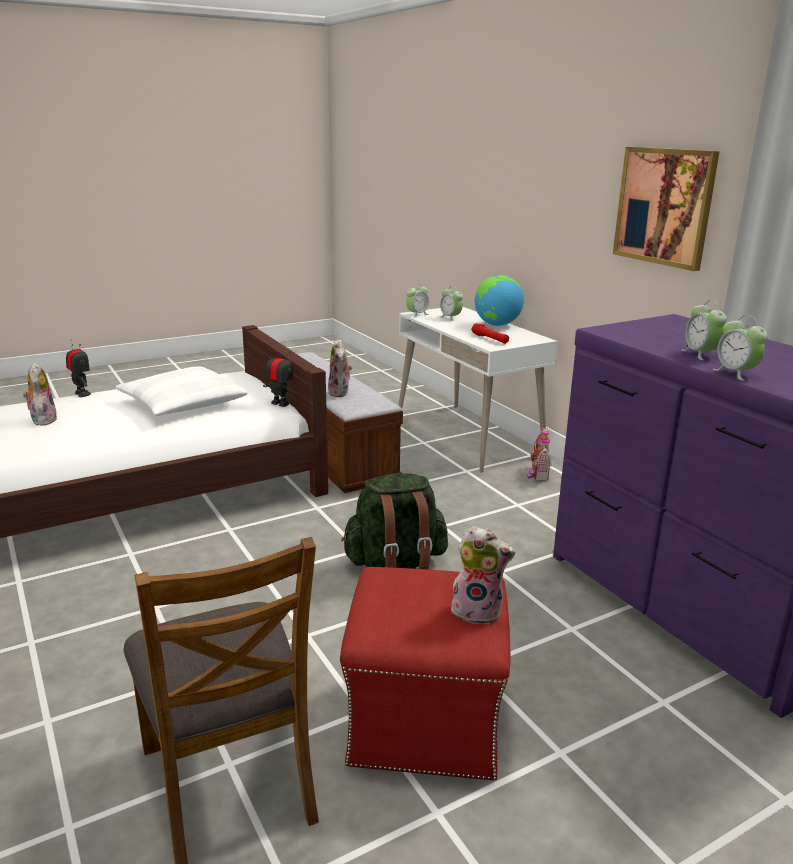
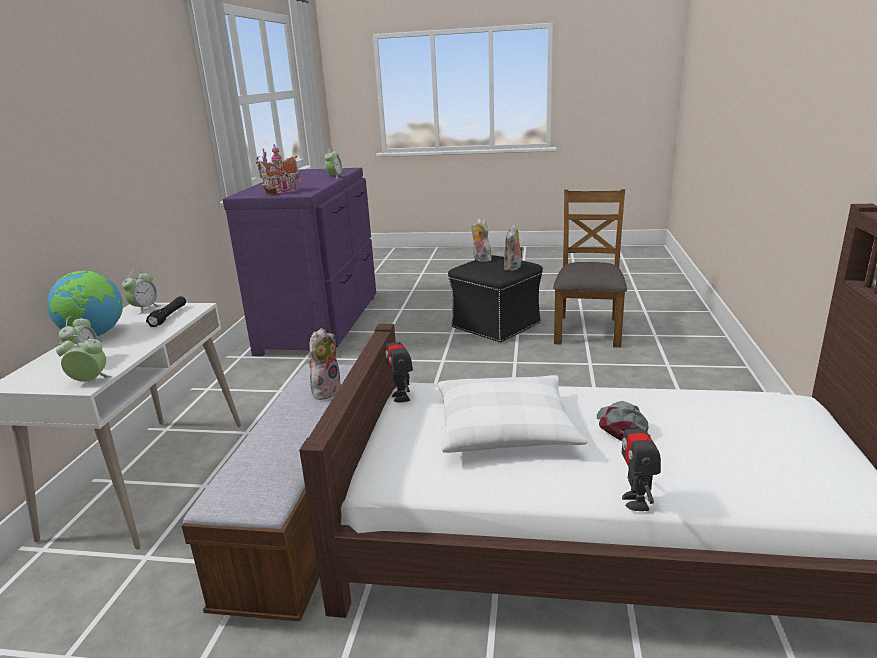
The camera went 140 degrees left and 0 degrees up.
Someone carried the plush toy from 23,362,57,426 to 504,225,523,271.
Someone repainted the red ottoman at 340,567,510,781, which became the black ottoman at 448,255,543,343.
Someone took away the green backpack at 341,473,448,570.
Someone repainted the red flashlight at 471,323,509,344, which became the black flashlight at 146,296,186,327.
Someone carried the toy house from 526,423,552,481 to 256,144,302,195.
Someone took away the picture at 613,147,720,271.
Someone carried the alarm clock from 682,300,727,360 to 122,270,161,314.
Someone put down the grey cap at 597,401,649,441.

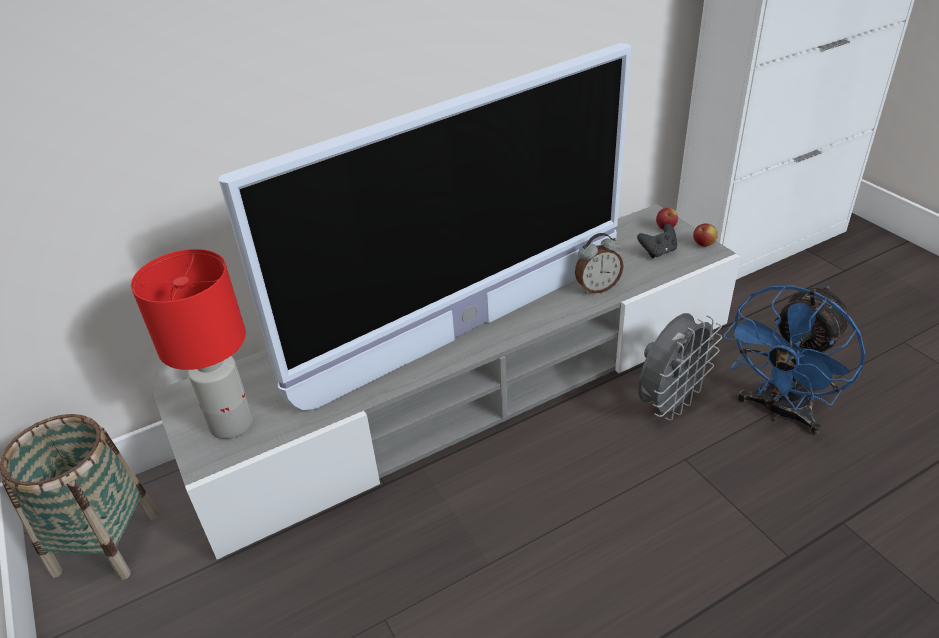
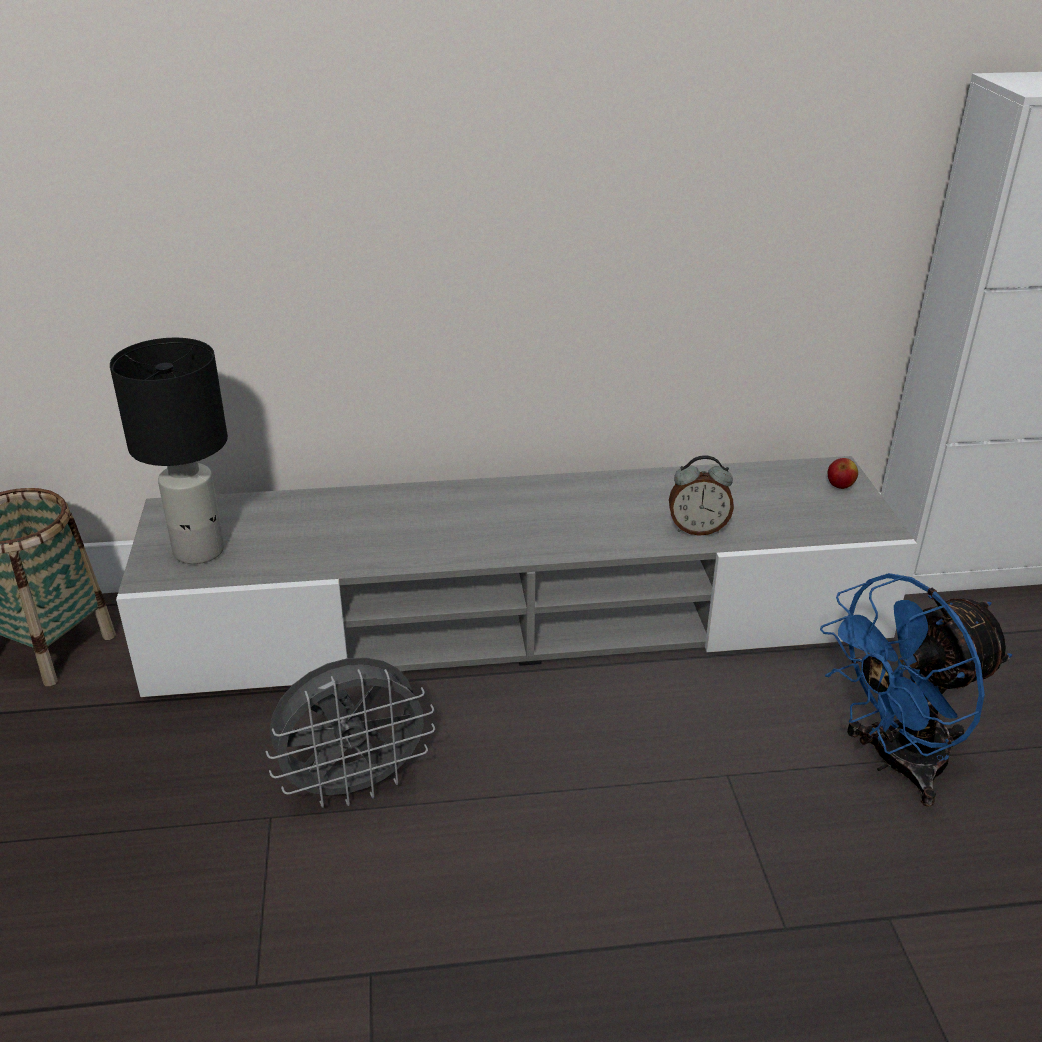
The camera went 20 degrees right and 5 degrees down.
Someone repainted the red table lamp at 131,249,253,439, which became the black table lamp at 110,338,228,564.
Someone took away the television at 219,43,631,410.
Someone took away the black game controller at 637,223,677,258.
Someone carried the grey fan from 638,313,722,421 to 266,657,435,808.
Someone took away the apple at 693,223,718,247.

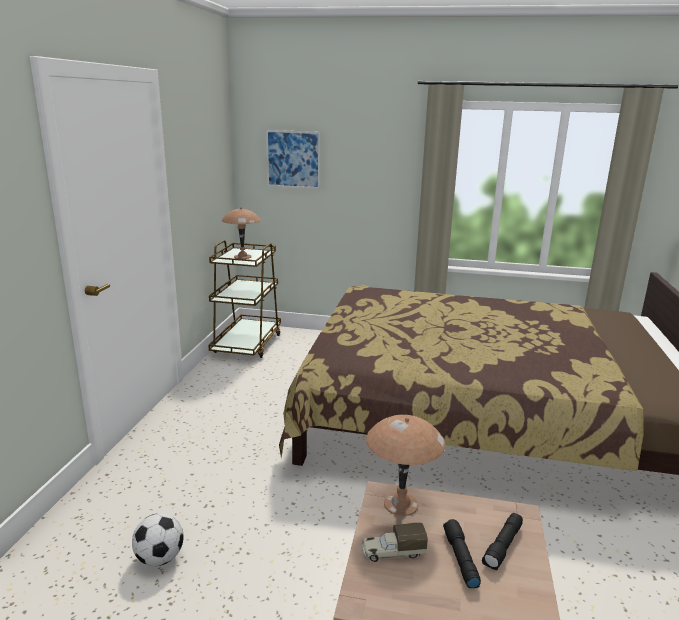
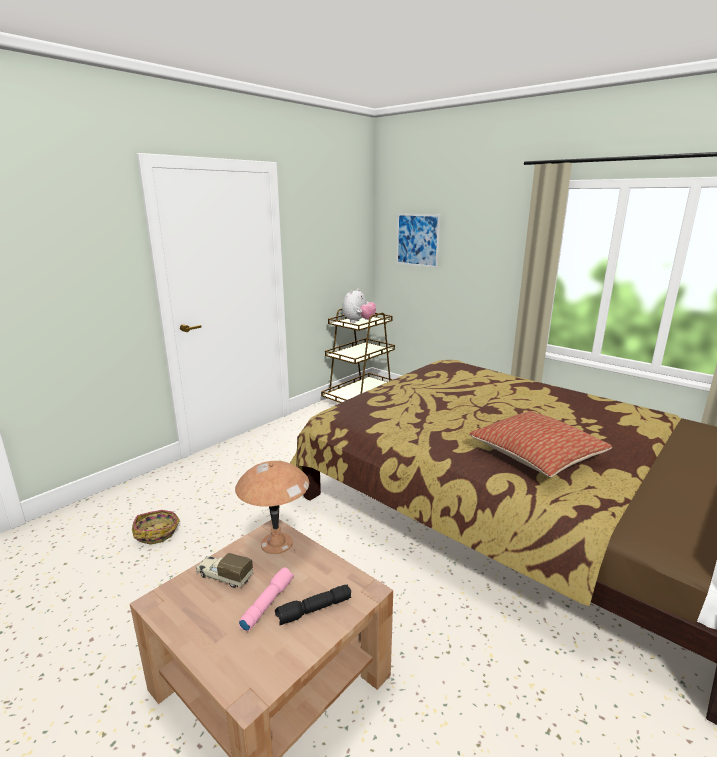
The camera went 30 degrees right and 0 degrees up.
Someone swapped the football at 132,513,184,566 for the basket at 132,510,180,545.
Someone swapped the brown table lamp at 222,207,261,259 for the plush toy at 342,289,376,323.
Someone repainted the black flashlight at 443,519,481,588, which became the pink flashlight at 239,568,294,632.
Someone put down the pillow at 469,411,612,477.

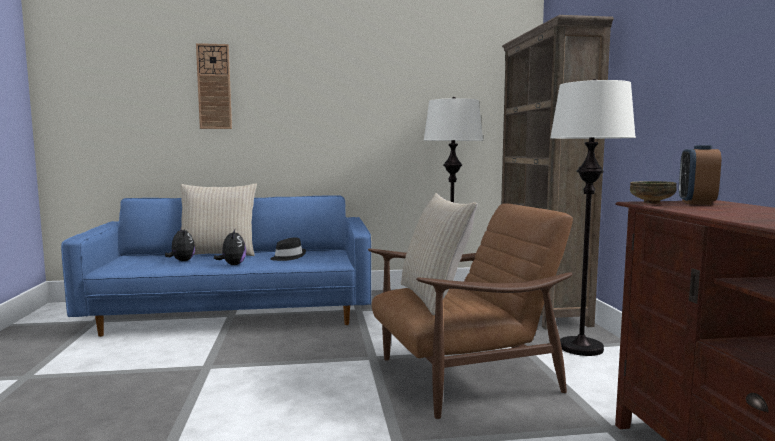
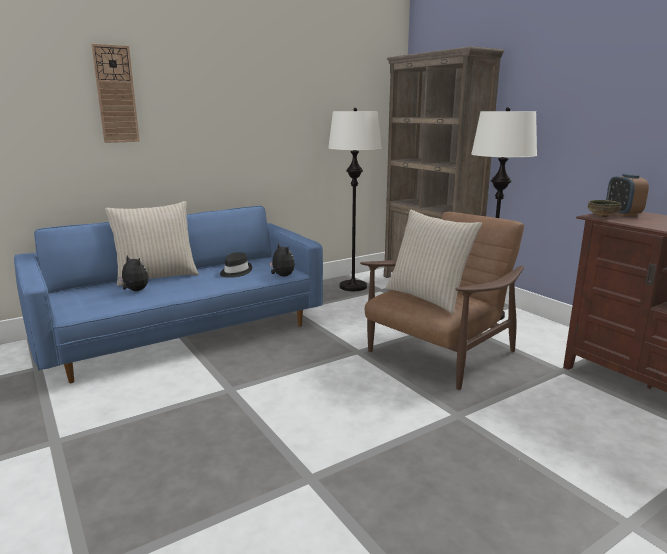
The camera went 25 degrees left and 10 degrees up.
Someone carried the plush toy from 214,229,246,265 to 269,243,295,277.

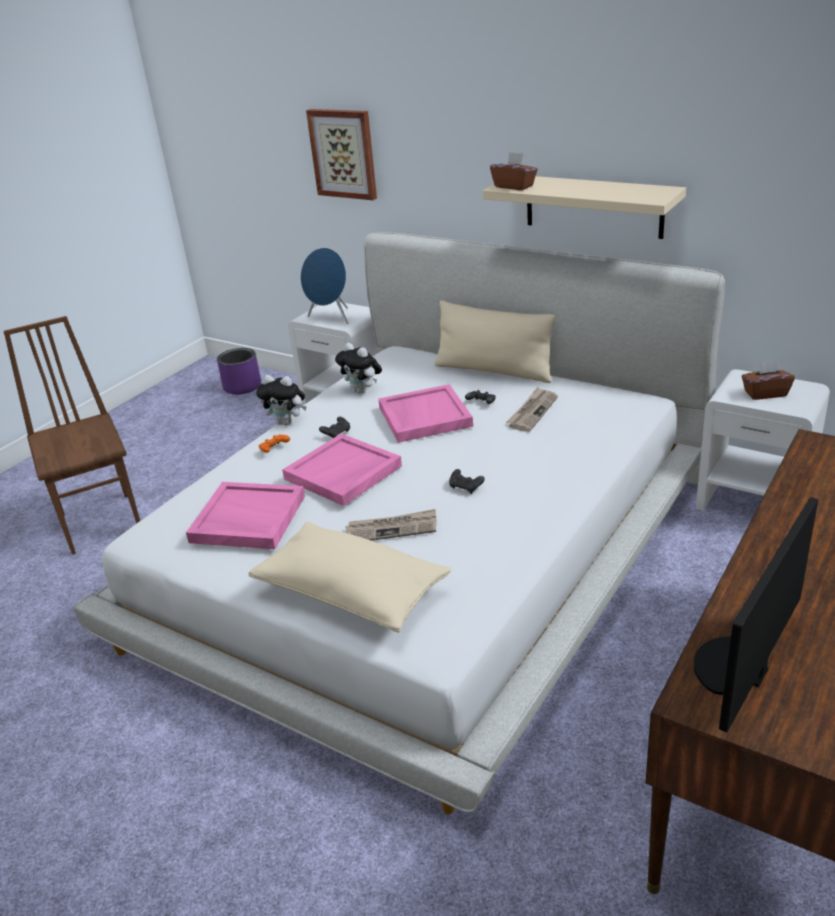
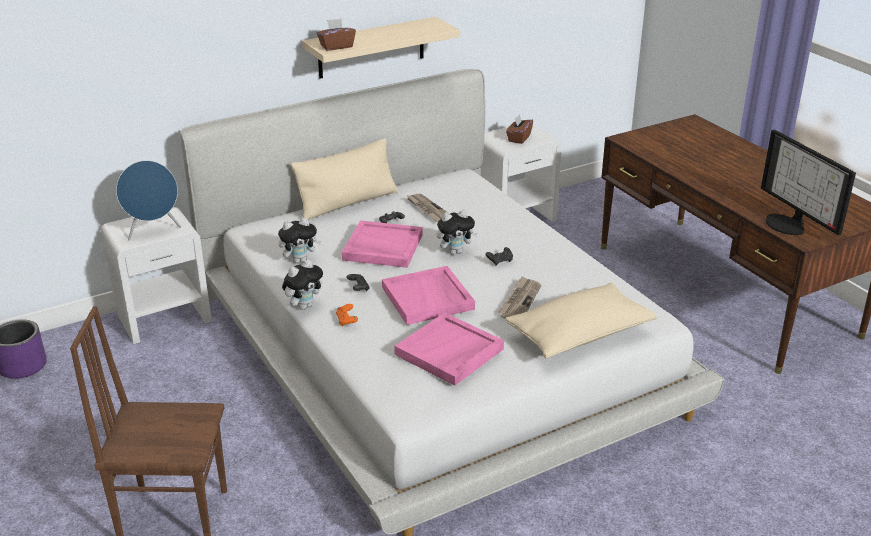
The camera went 65 degrees left and 0 degrees up.
Someone took away the picture at 306,109,377,200.
Someone put down the plush toy at 437,210,478,255.

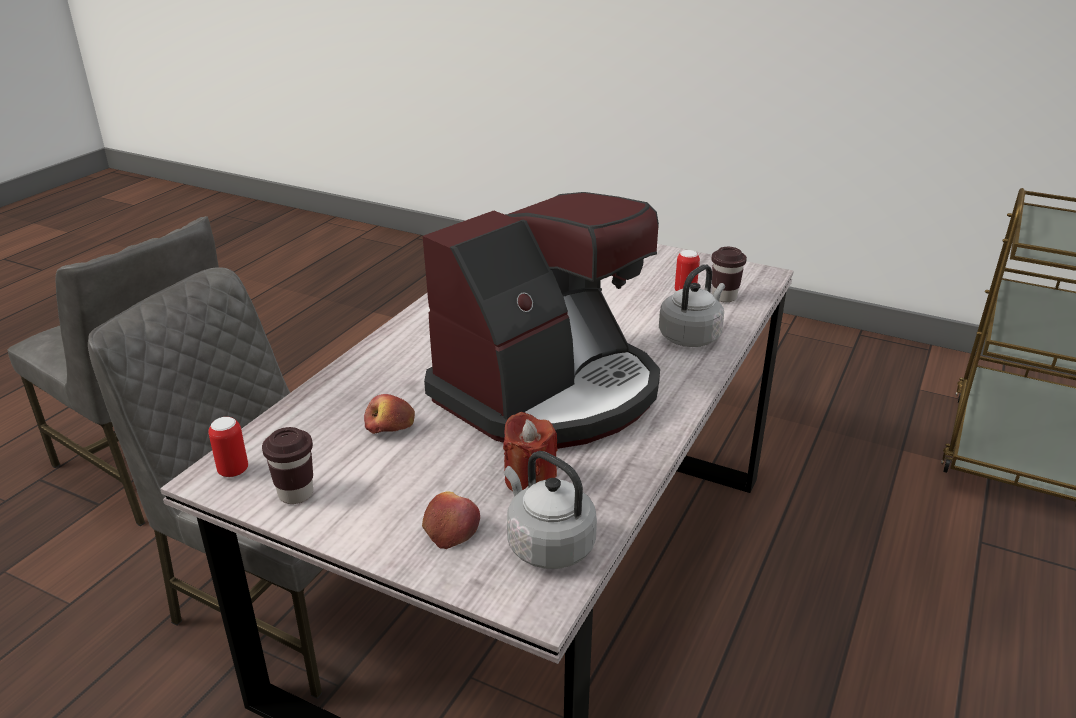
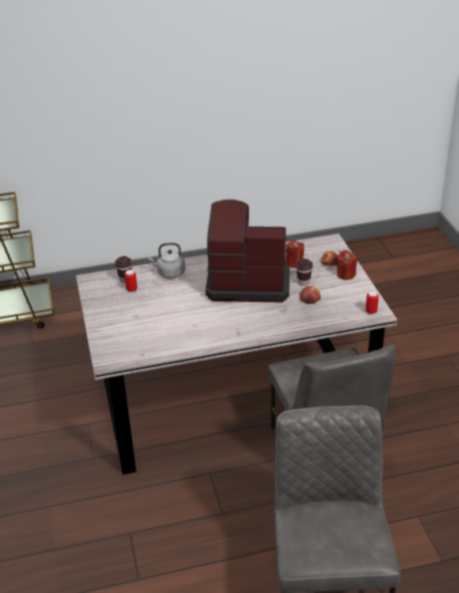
The camera went 130 degrees left and 5 degrees up.
Someone carried the brown cup from 262,427,313,504 to 296,259,313,286.
Someone took away the grey kettle at 504,451,597,569.
Someone put down the red candle at 337,250,357,280.

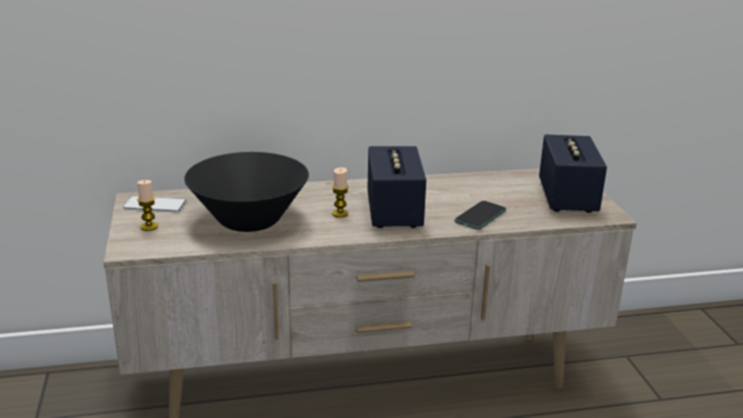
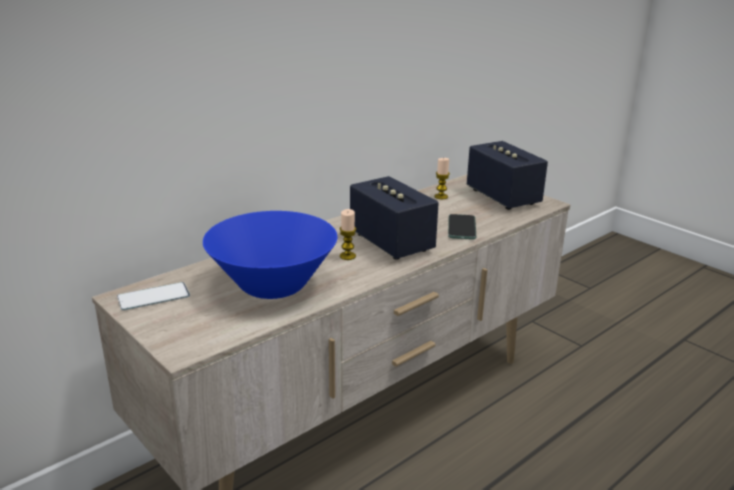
The camera went 30 degrees left and 0 degrees up.
Someone carried the candle from 137,180,158,231 to 434,158,450,199.
Someone repainted the black bowl at 184,152,309,232, which became the blue bowl at 203,211,337,299.

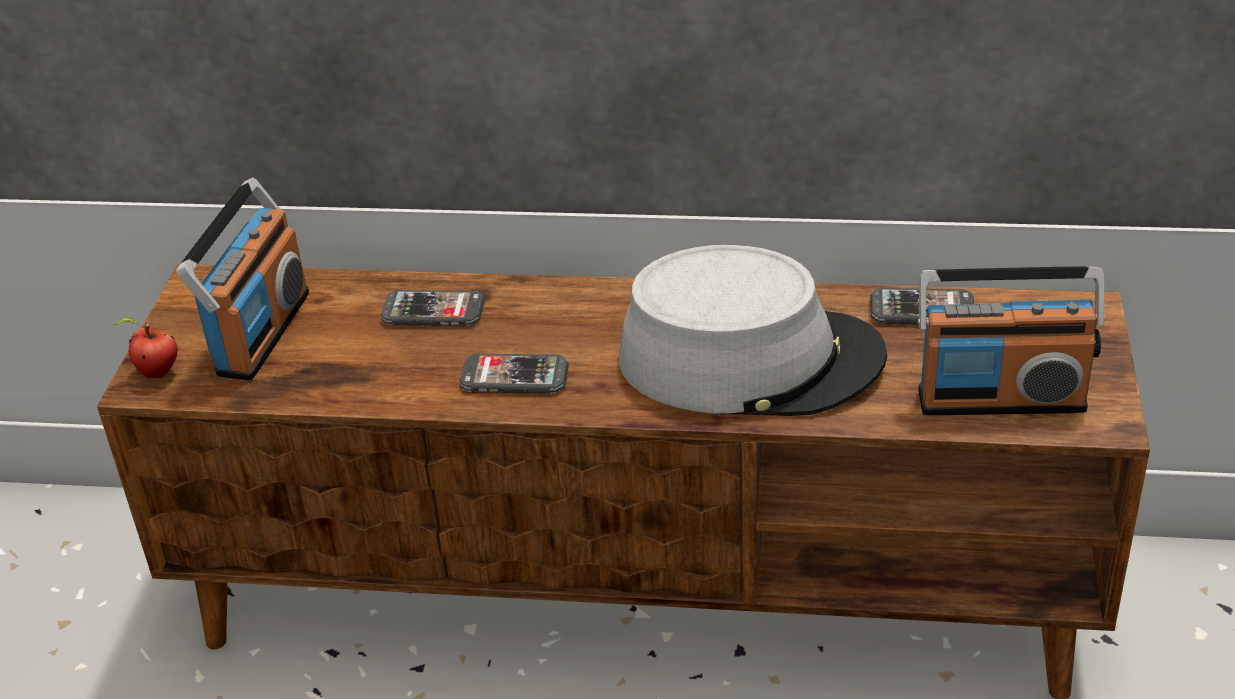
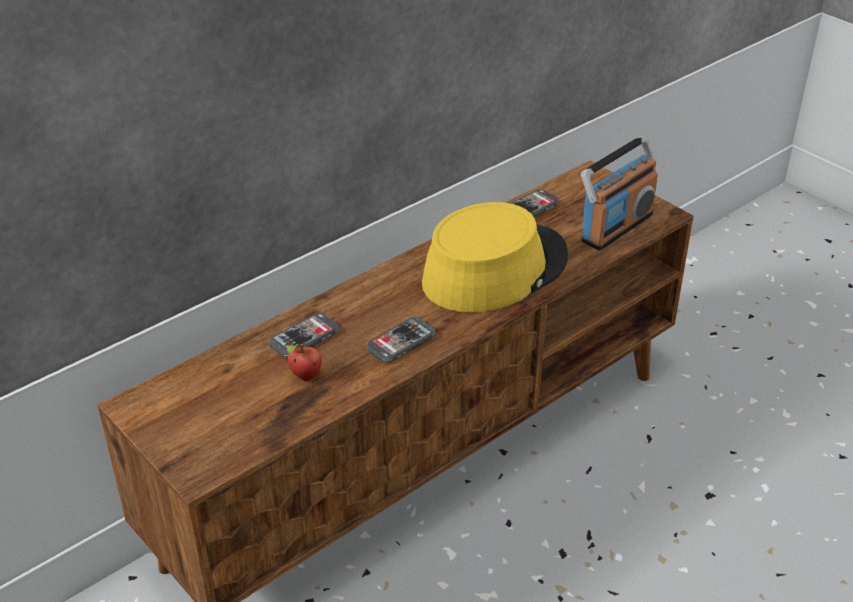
The camera went 50 degrees left and 0 degrees up.
Someone carried the apple from 113,318,178,378 to 287,344,322,381.
Someone took away the radio at 176,178,309,380.
Someone repainted the grey hat at 619,245,887,416, which became the yellow hat at 422,202,568,312.

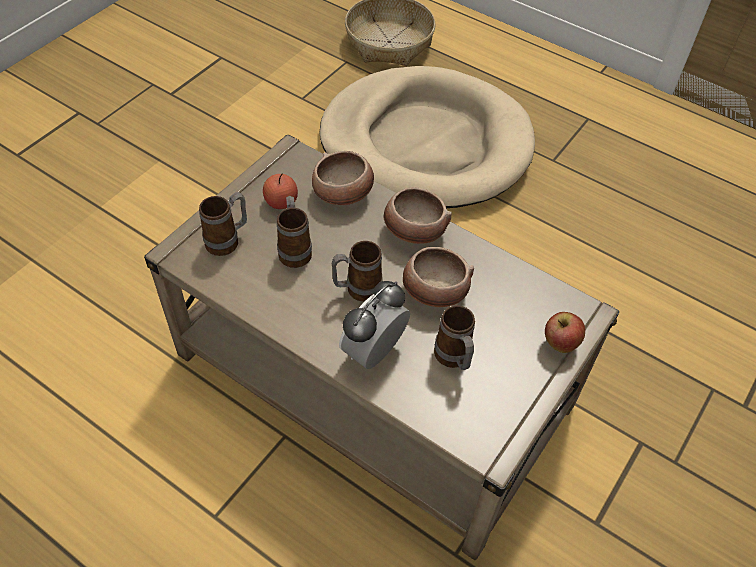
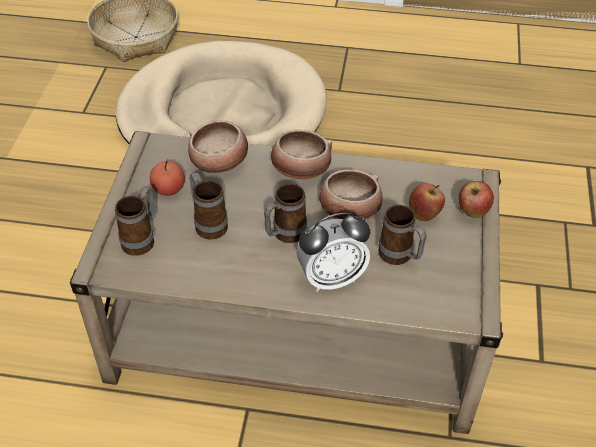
The camera went 25 degrees left and 5 degrees down.
Someone rotated the alarm clock at 339,281,410,369 by 120 degrees counterclockwise.
Someone put down the apple at 409,183,445,221.

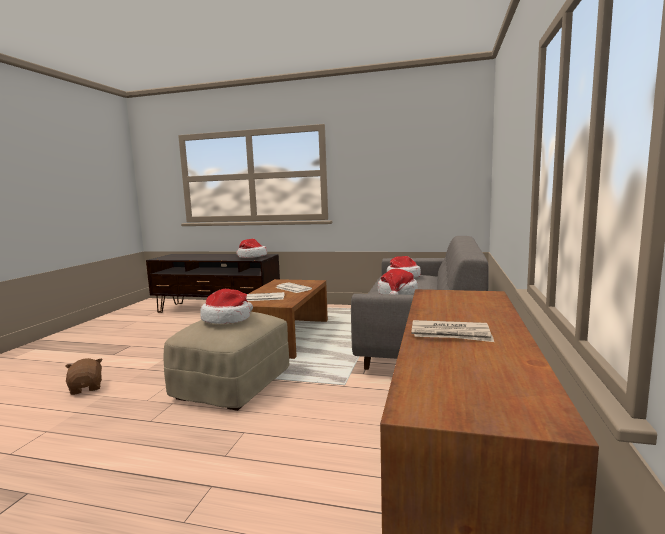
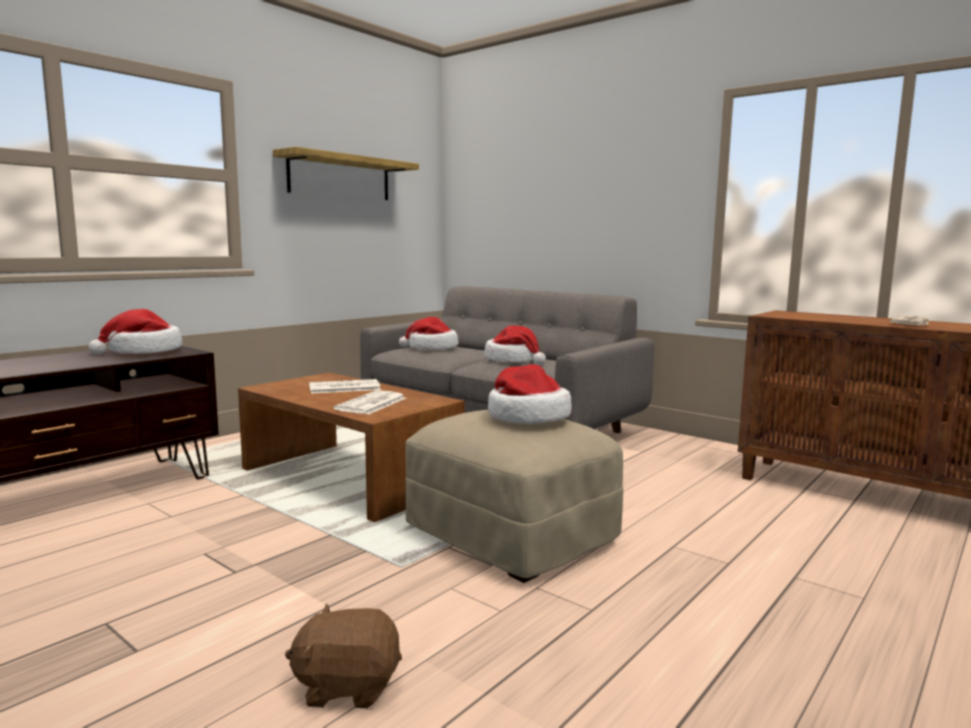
The camera went 65 degrees left and 0 degrees up.
Someone put up the shelf at 273,147,419,200.

